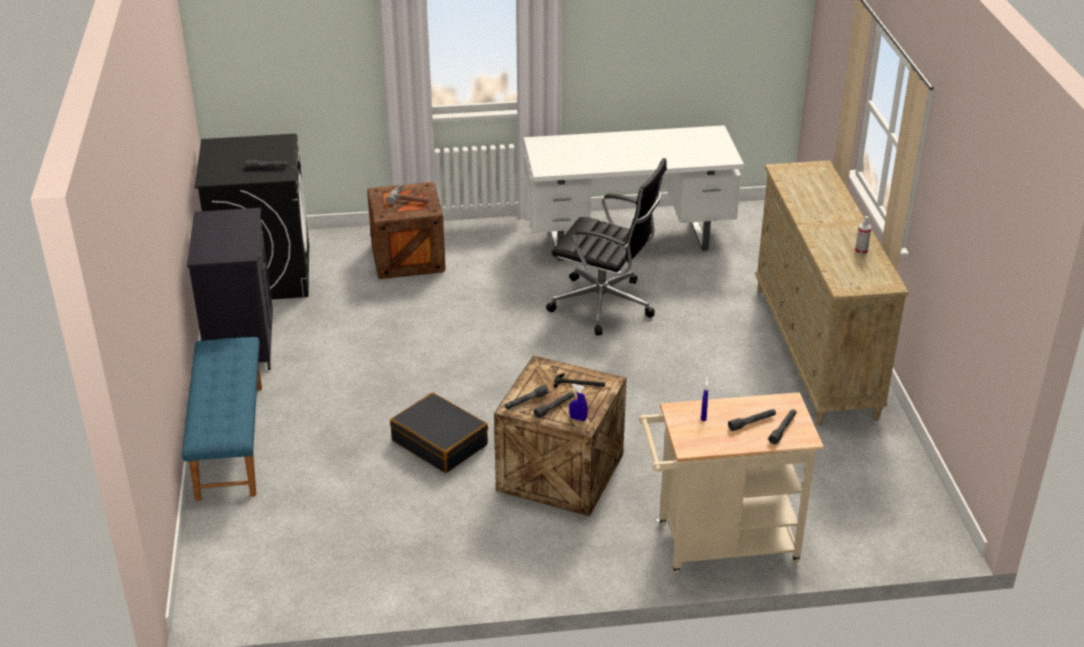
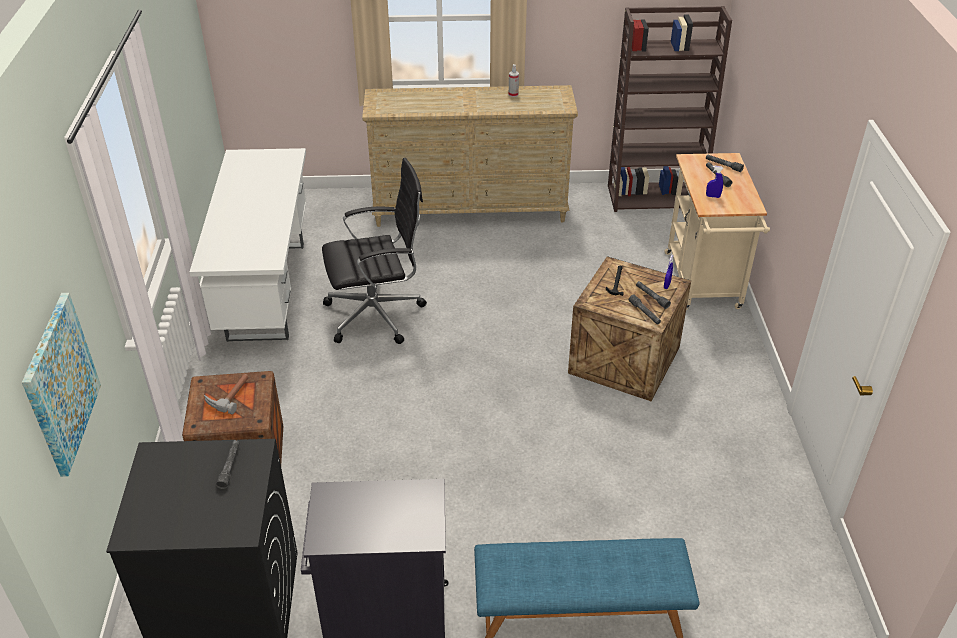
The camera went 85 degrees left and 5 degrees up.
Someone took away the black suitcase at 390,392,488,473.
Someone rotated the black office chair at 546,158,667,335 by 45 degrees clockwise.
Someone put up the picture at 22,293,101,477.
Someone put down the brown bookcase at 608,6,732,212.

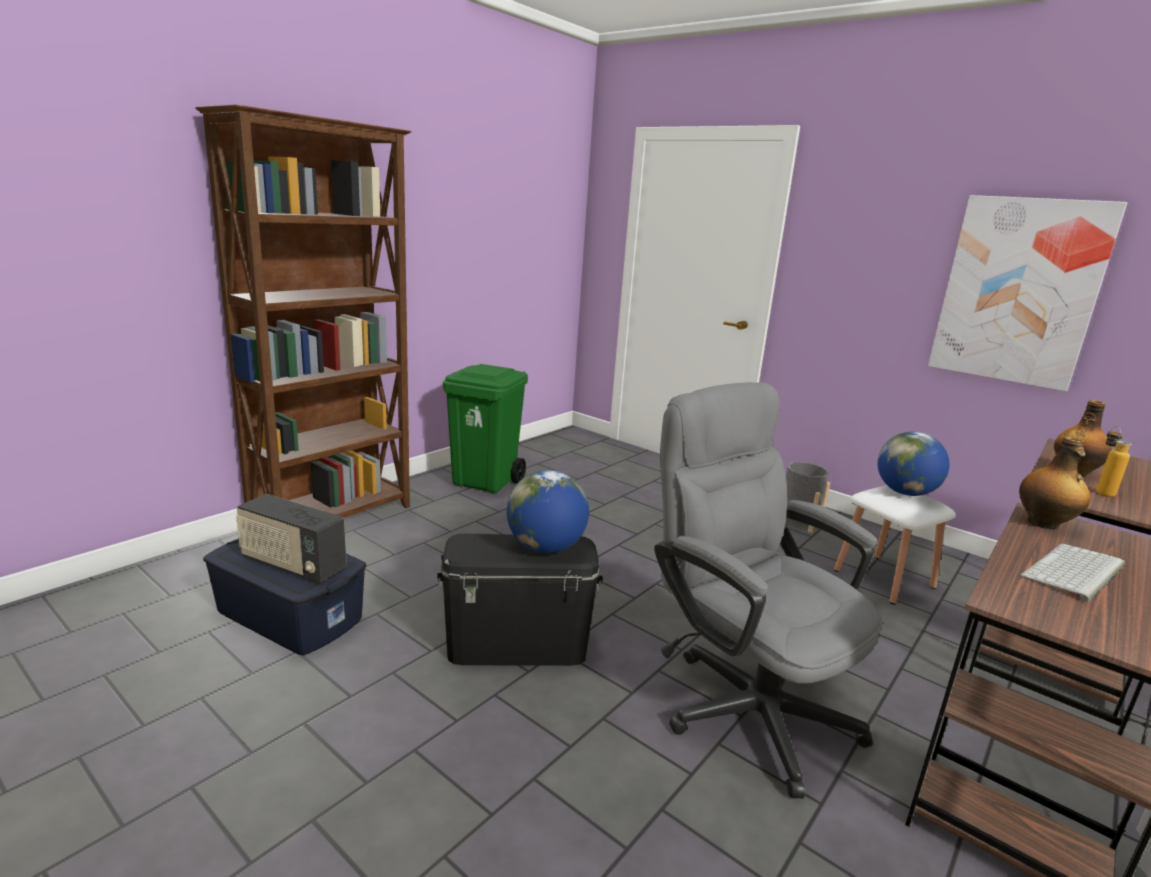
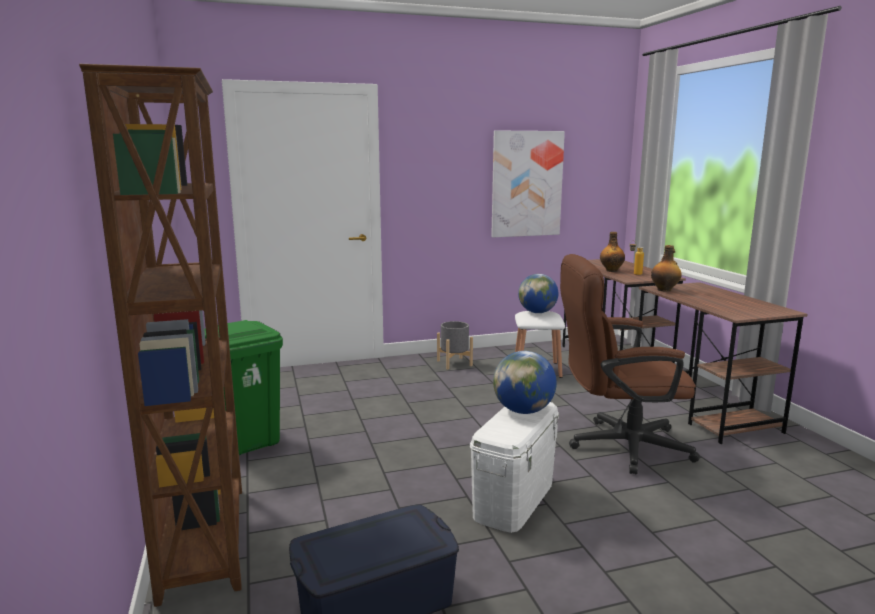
The camera went 55 degrees left and 5 degrees down.
Someone took away the radio at 236,494,347,583.
Someone repainted the black storage box at 437,534,603,666, which became the white storage box at 470,402,559,533.
Someone repainted the grey office chair at 654,382,882,799, which became the brown office chair at 560,254,700,474.
Someone took away the keyboard at 1021,544,1125,603.

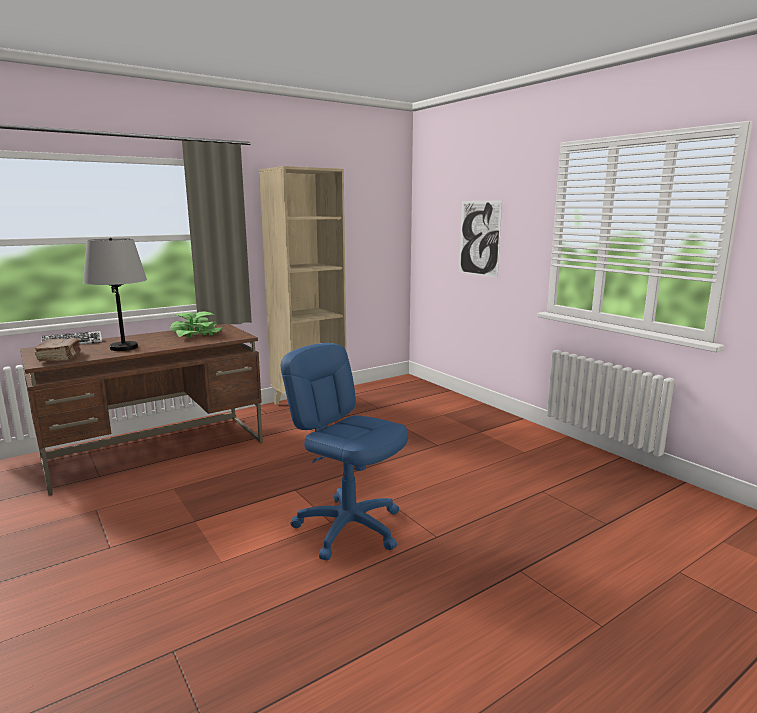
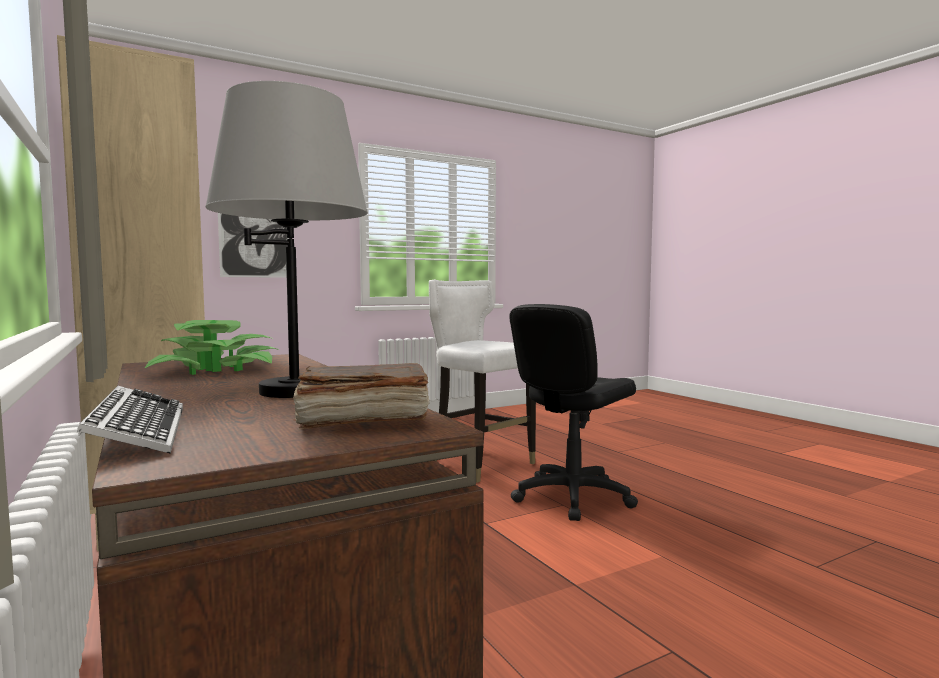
The camera went 85 degrees left and 10 degrees down.
Someone repainted the blue office chair at 281,343,408,560, which became the black office chair at 509,304,638,521.
Someone put down the white chair at 429,279,536,483.

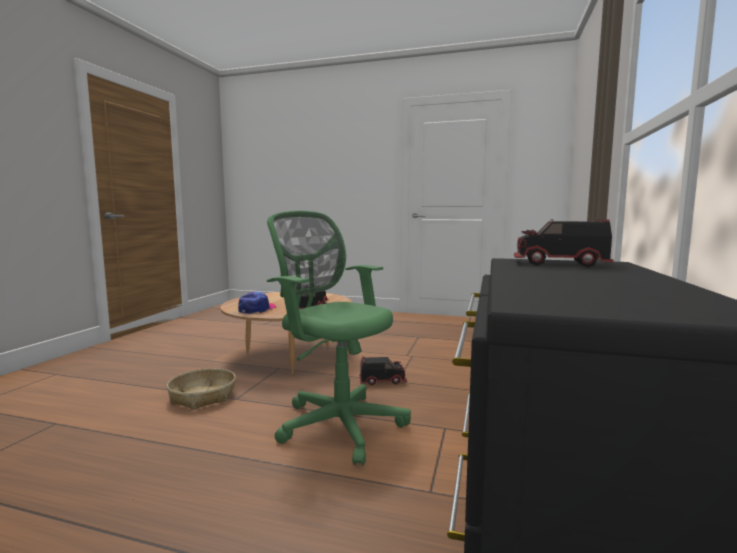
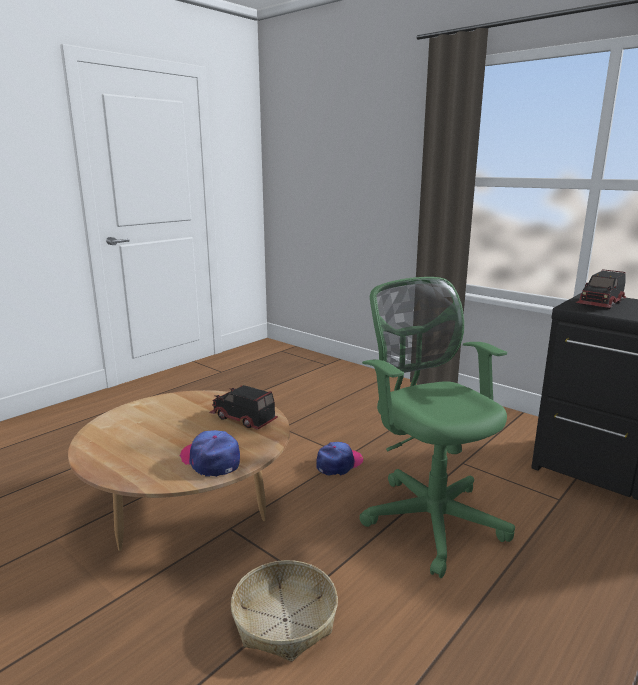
The camera went 65 degrees left and 10 degrees up.
Someone rotated the green office chair at 267,211,411,466 by 90 degrees clockwise.
Someone swapped the toy truck at 359,357,407,385 for the cap at 316,442,363,476.

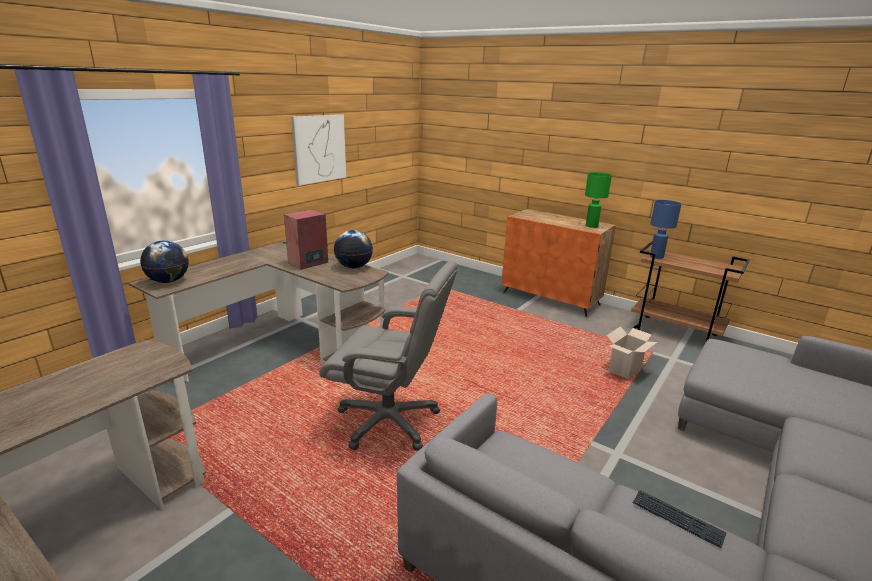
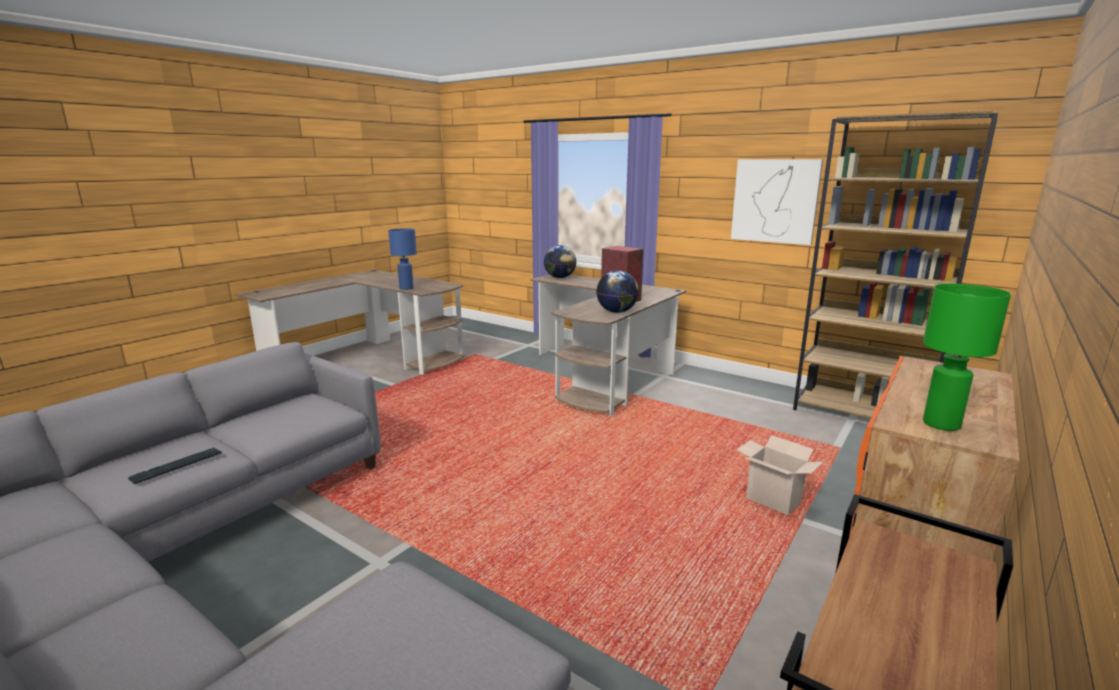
The camera went 90 degrees right and 5 degrees down.
Someone took away the grey office chair at 319,261,458,451.
Someone carried the cardboard box from 606,326,657,379 to 737,435,823,515.
Someone carried the blue table lamp from 650,200,682,259 to 388,228,417,290.
Someone put down the brown bookcase at 793,110,998,418.

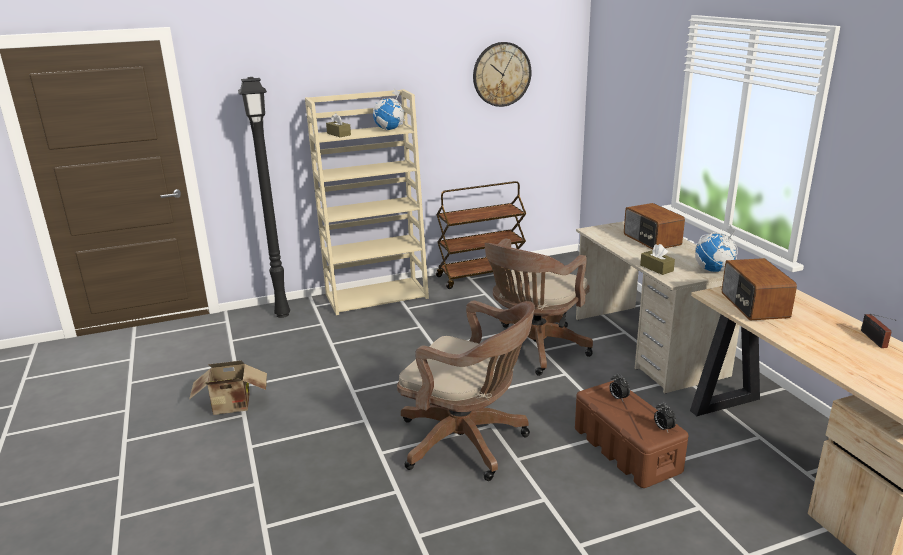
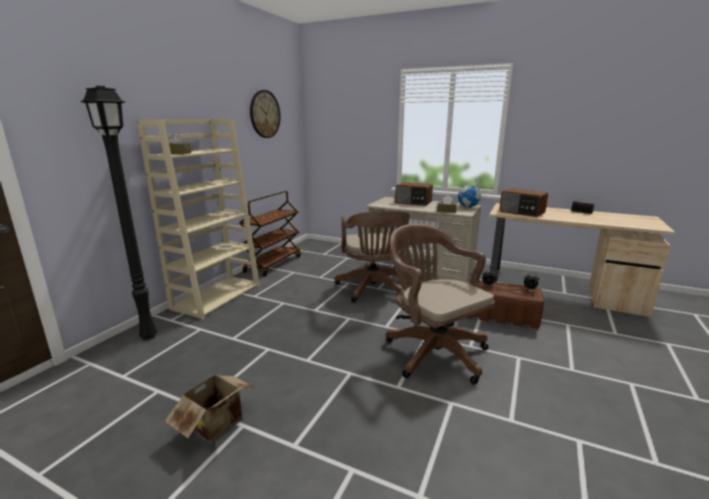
The camera went 45 degrees left and 5 degrees down.
Someone took away the globe at 373,89,405,130.
Someone rotated the brown office chair at 397,301,535,481 by 105 degrees counterclockwise.

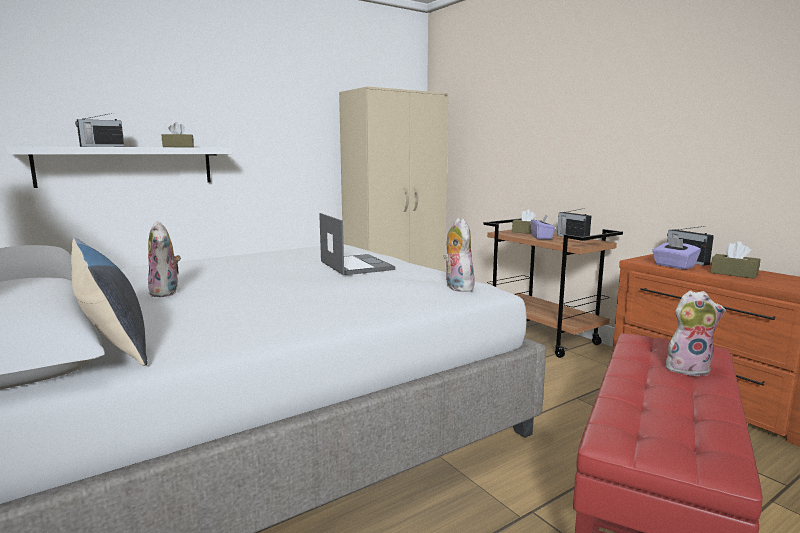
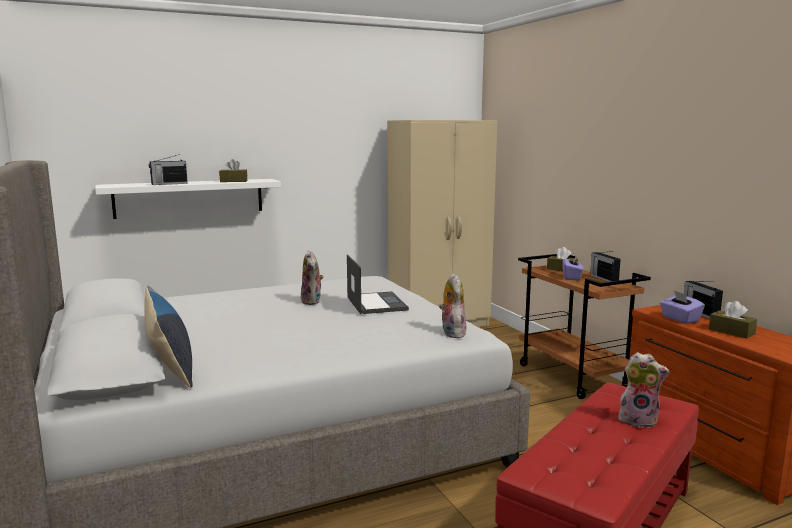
The camera went 10 degrees right and 0 degrees up.
Someone carried the plush toy from 148,221,181,297 to 301,250,324,305.

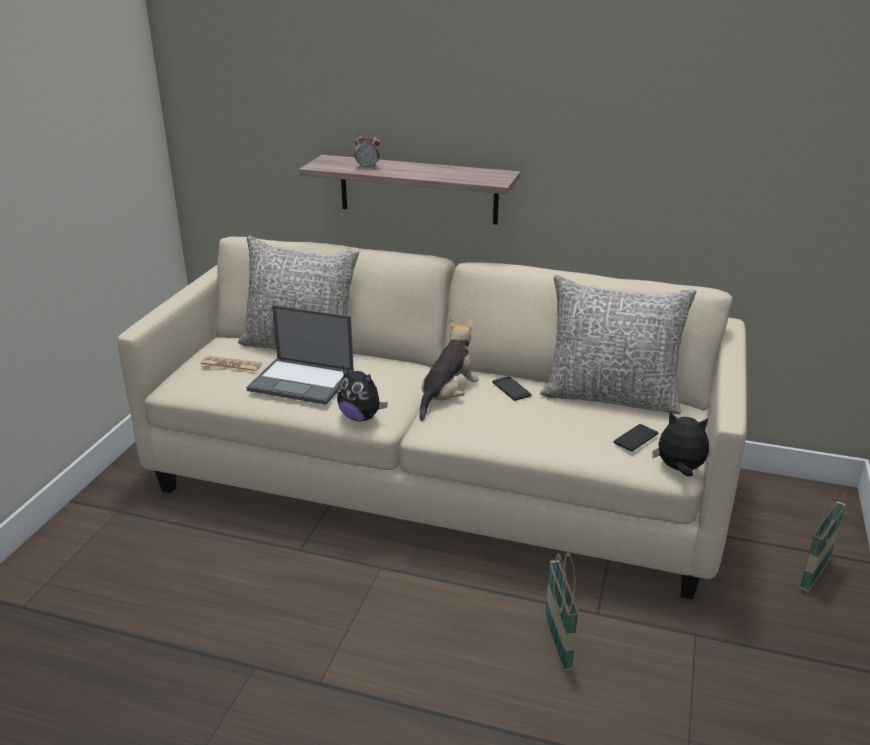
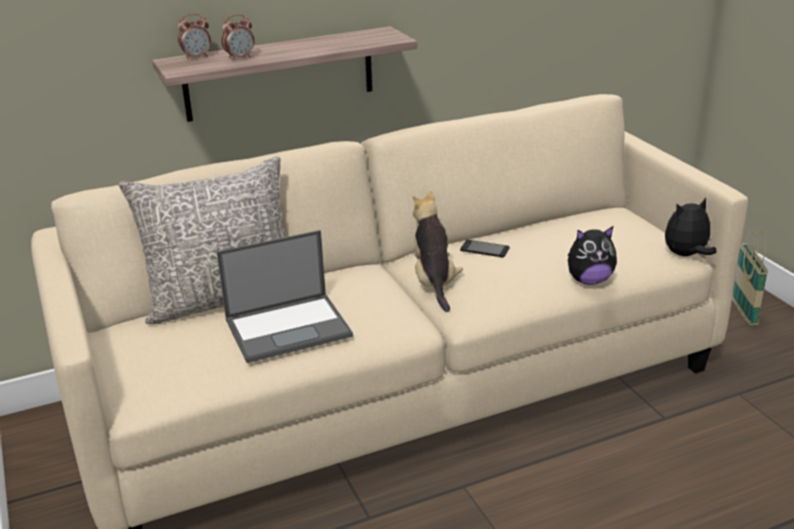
The camera went 40 degrees left and 0 degrees up.
Someone took away the newspaper at 200,356,262,373.
Someone carried the plush toy from 337,366,388,421 to 568,226,617,285.
Someone took away the grey pillow at 540,275,696,414.
Someone took away the basket at 545,553,579,671.
Someone took away the phone at 614,424,659,451.
Someone put down the alarm clock at 178,14,211,60.

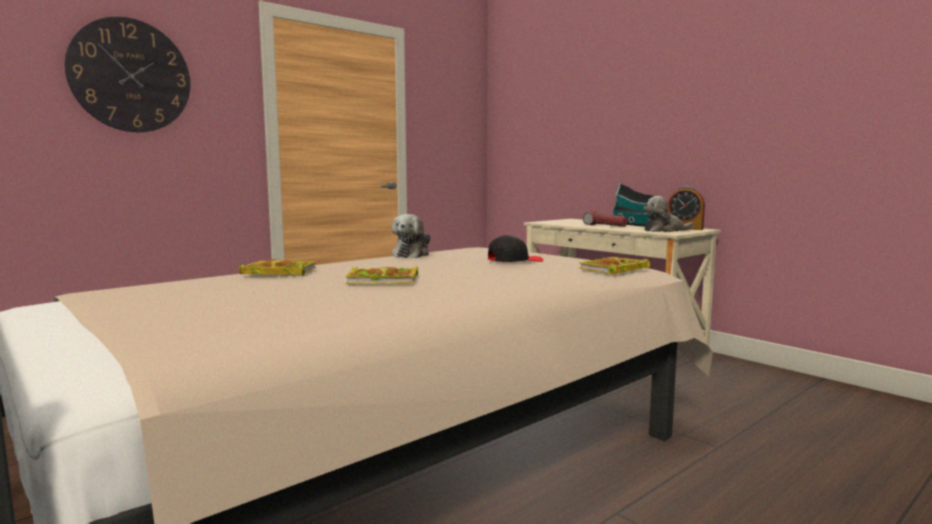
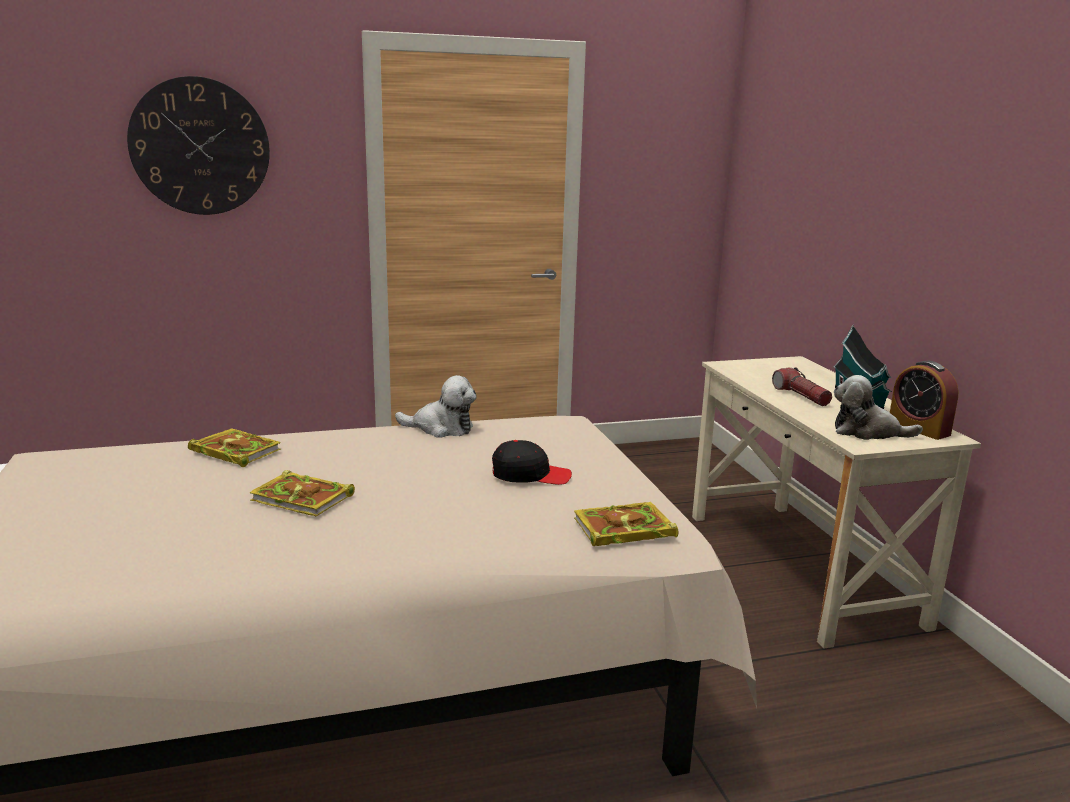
The camera went 25 degrees right and 10 degrees up.
Someone rotated the plush toy at 392,214,431,258 by 120 degrees counterclockwise.

